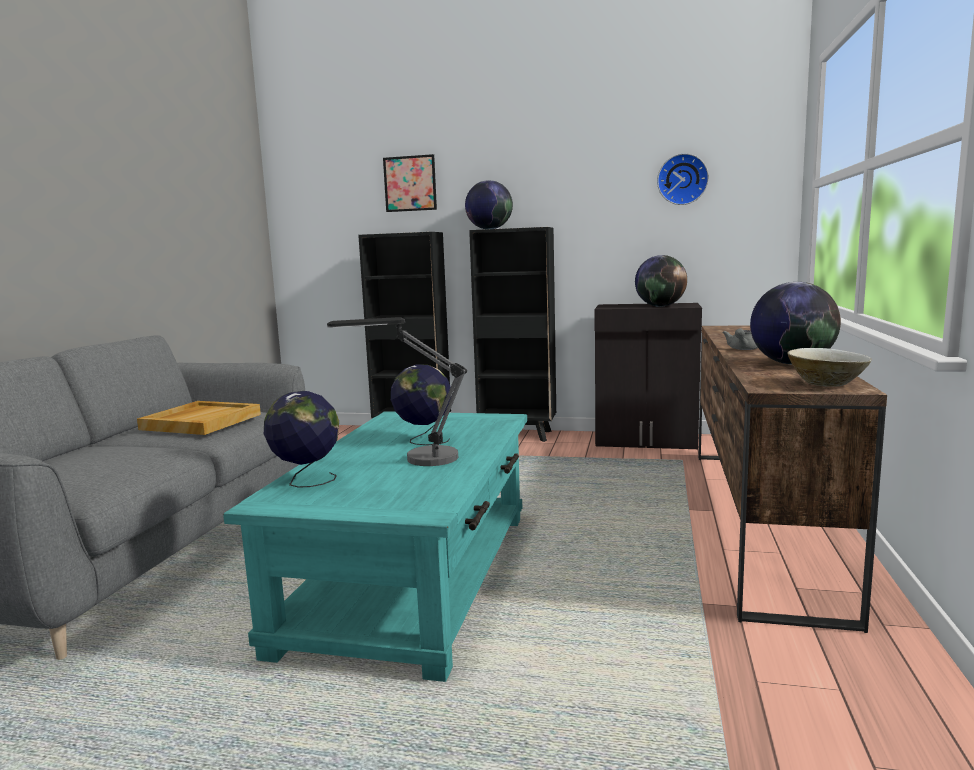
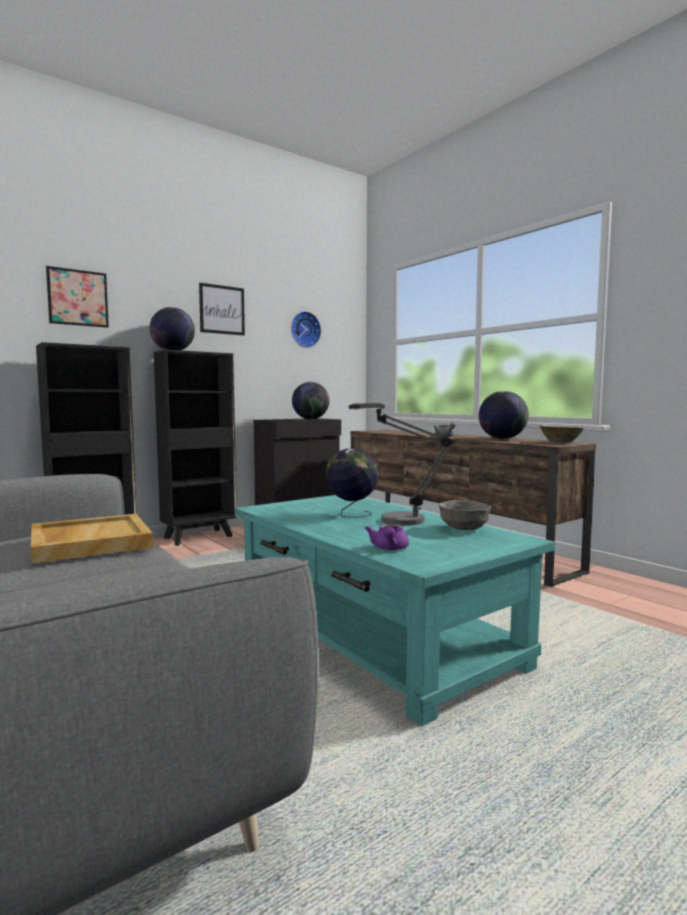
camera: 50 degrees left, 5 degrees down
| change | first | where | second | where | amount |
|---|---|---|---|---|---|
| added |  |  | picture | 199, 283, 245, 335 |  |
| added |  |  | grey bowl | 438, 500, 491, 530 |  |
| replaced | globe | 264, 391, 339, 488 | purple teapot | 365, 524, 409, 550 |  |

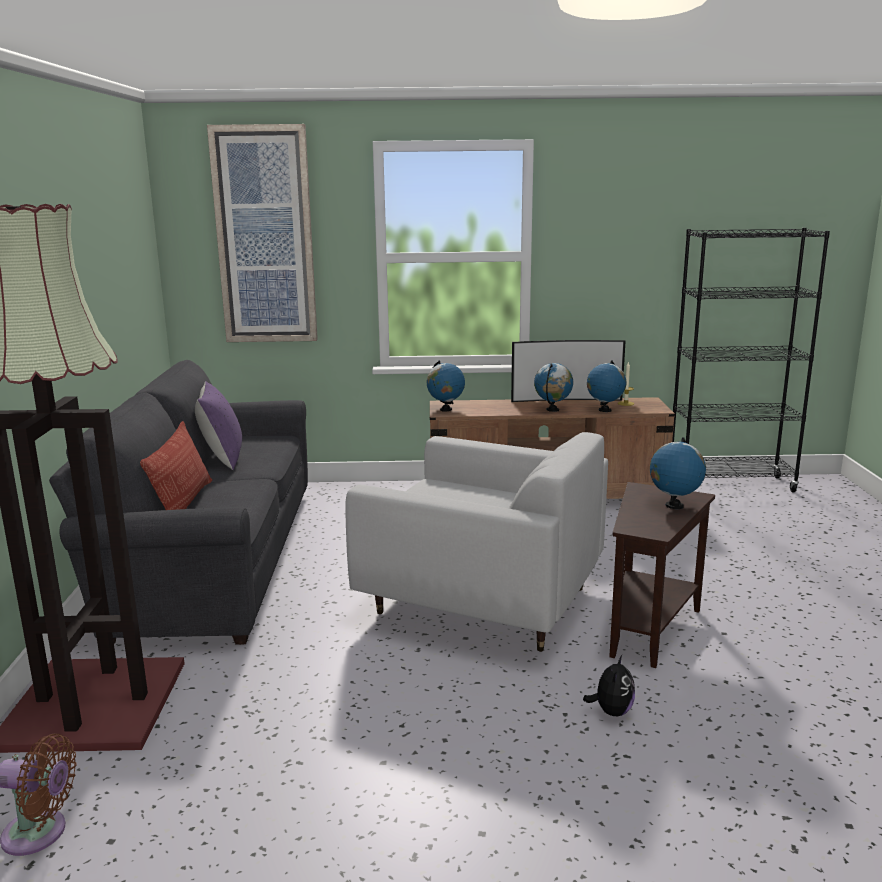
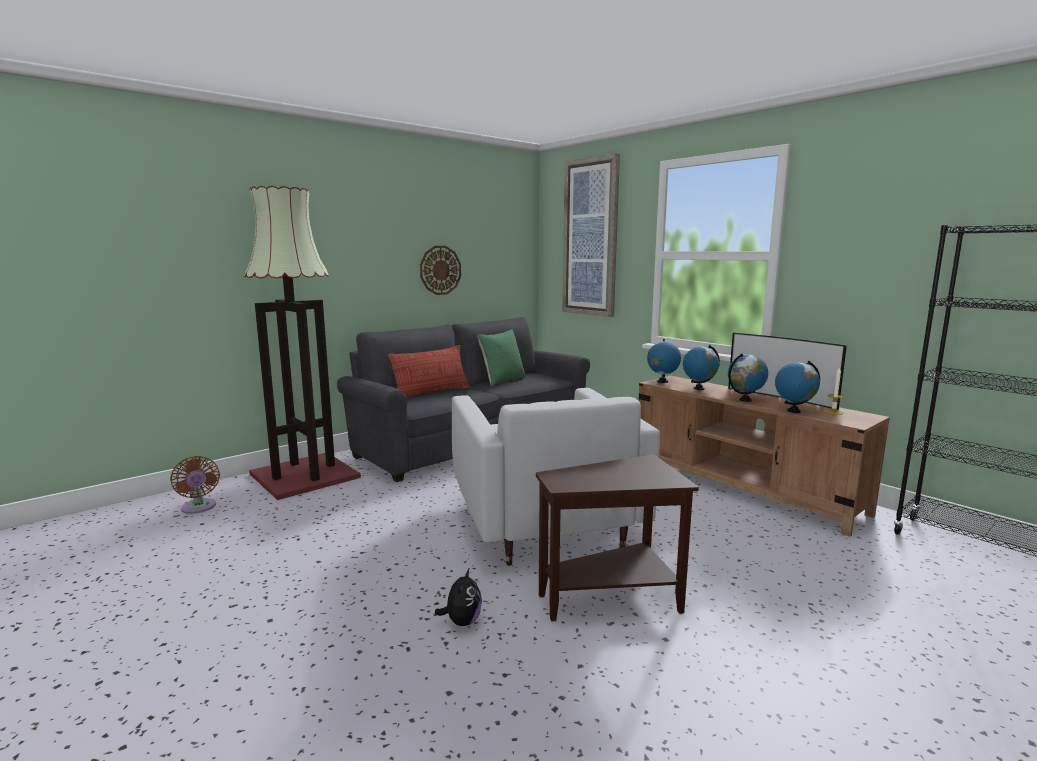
camera: 50 degrees right, 5 degrees down
| change | first | where | second | where | amount |
|---|---|---|---|---|---|
| added |  |  | wall clock | 420, 246, 461, 295 |  |
| moved | globe | 650, 437, 706, 509 |  | 683, 345, 720, 390 |  |
| recoloured | purple pillow | 195, 381, 242, 470 | green pillow | 477, 329, 526, 386 |  |
| turned | plush toy | 583, 655, 635, 716 |  | 435, 567, 482, 626 | 60 degrees counterclockwise |

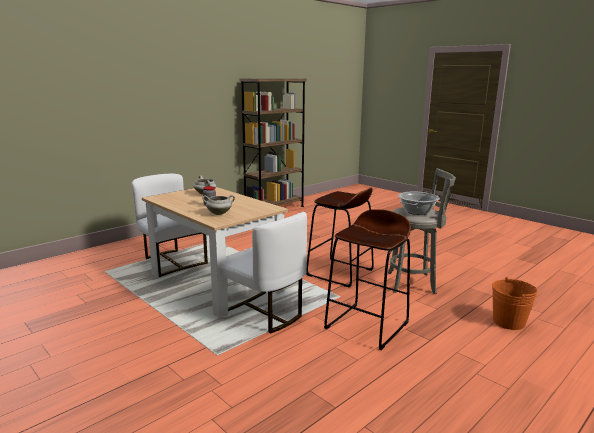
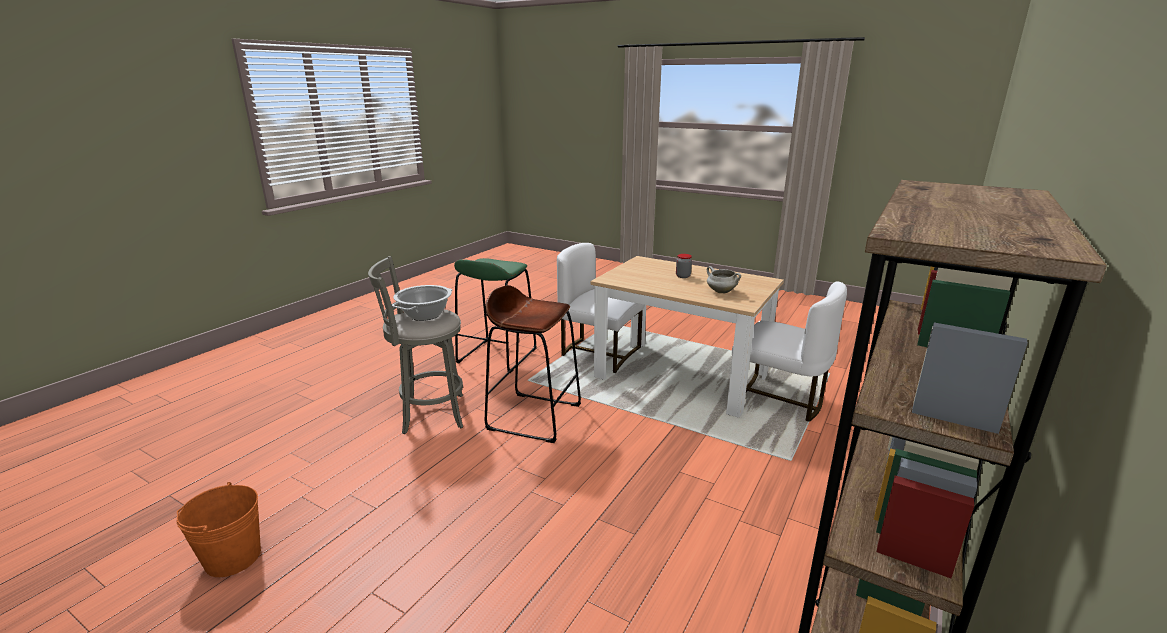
camera: 165 degrees right, 5 degrees up
| change | first | where | second | where | amount |
|---|---|---|---|---|---|
| removed | white cooking pot | 202, 195, 235, 215 |  |  |  |
| moved | orange bucket | 492, 277, 537, 330 |  | 177, 482, 261, 577 |  |
| recoloured | brown stool | 324, 209, 411, 350 | green stool | 454, 258, 537, 373 |  |

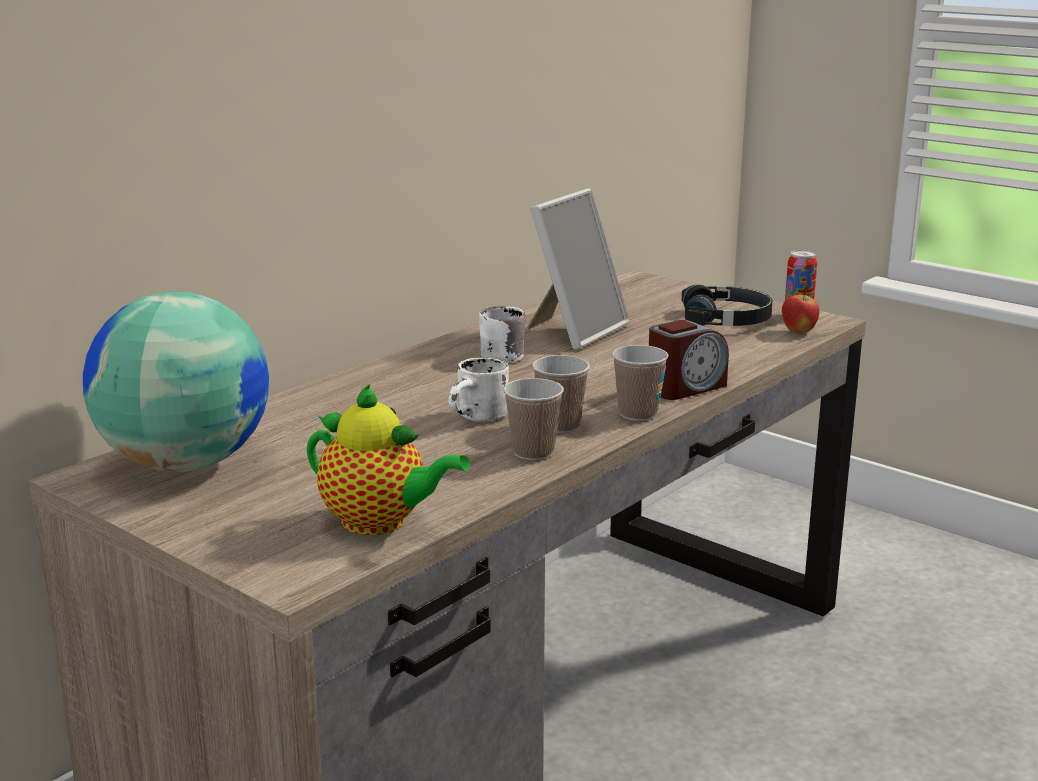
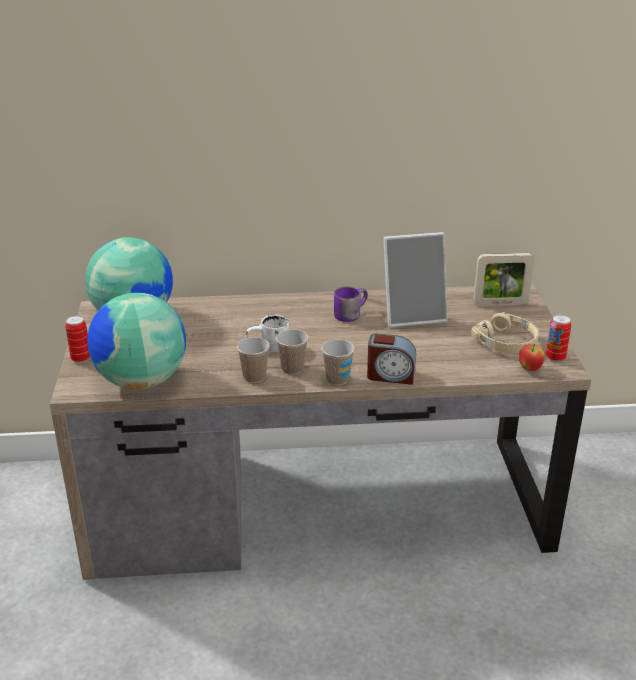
camera: 45 degrees right, 10 degrees up
| change | first | where | second | where | amount |
|---|---|---|---|---|---|
| added |  |  | can | 65, 315, 90, 363 |  |
| added |  |  | picture frame | 473, 253, 534, 306 |  |
| replaced | teapot | 307, 384, 470, 535 | globe | 87, 293, 186, 390 |  |
| recoloured | white mug | 479, 306, 525, 363 | purple mug | 334, 286, 368, 322 |  |
| recoloured | black headphones | 682, 285, 772, 326 | beige headphones | 471, 312, 539, 353 |  |

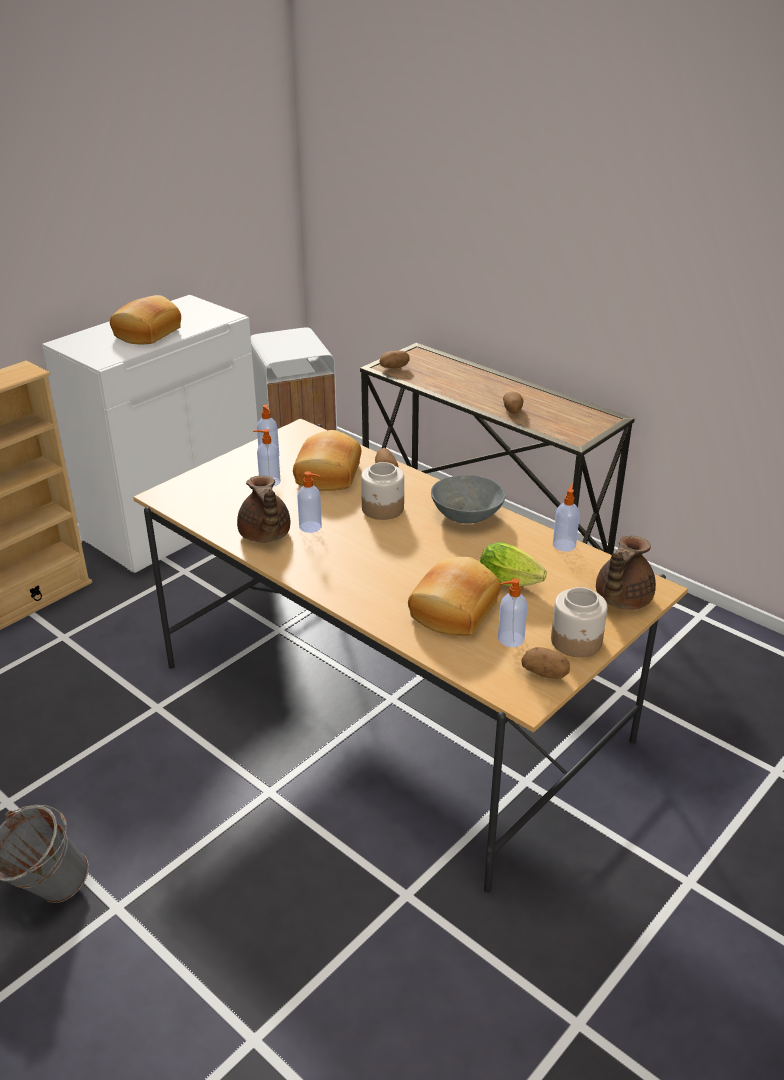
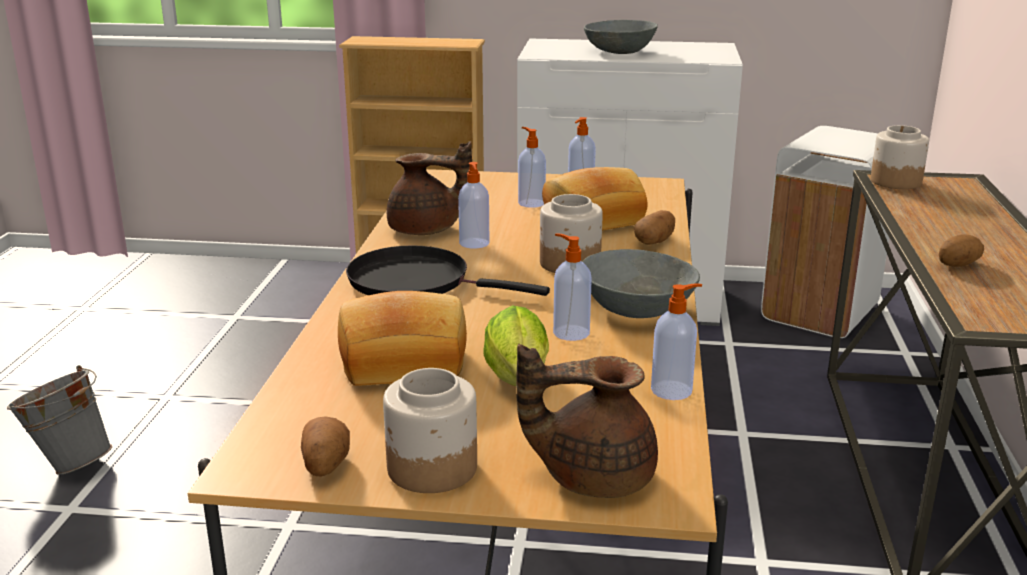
camera: 55 degrees right, 10 degrees down
| change | first | where | second | where | amount |
|---|---|---|---|---|---|
| added |  |  | black frying pan | 346, 246, 550, 296 |  |
| moved | soap dispenser | 498, 578, 528, 647 |  | 553, 233, 592, 341 |  |
| replaced | bread | 110, 295, 181, 344 | grey bowl | 584, 20, 658, 54 |  |
| replaced | potato | 380, 351, 410, 368 | jar | 871, 125, 929, 189 |  |
| turned | brown teapot | 237, 475, 290, 542 |  | 387, 141, 472, 235 | 120 degrees counterclockwise |

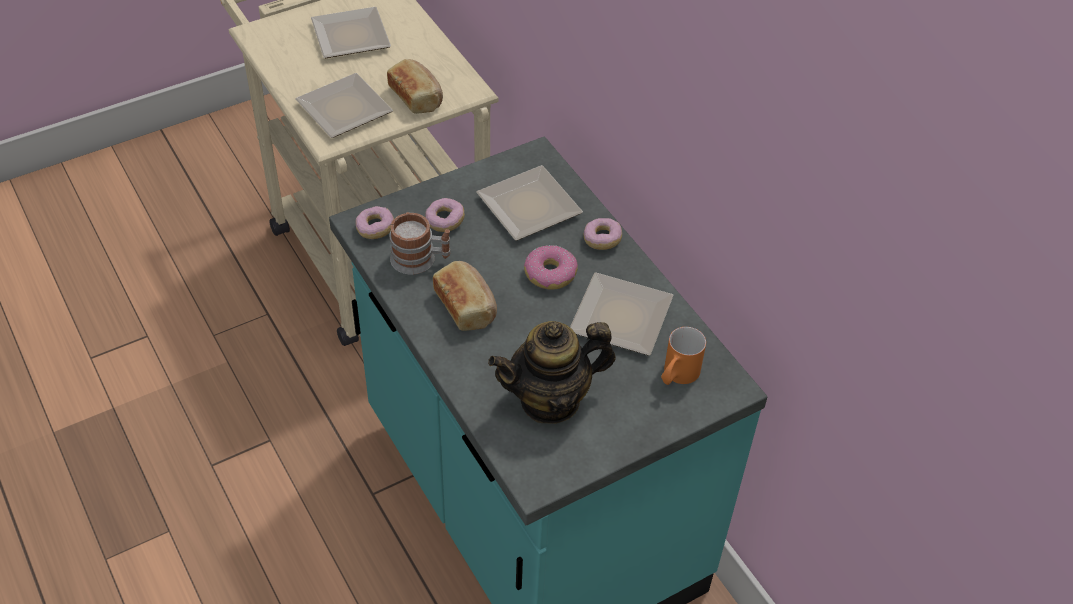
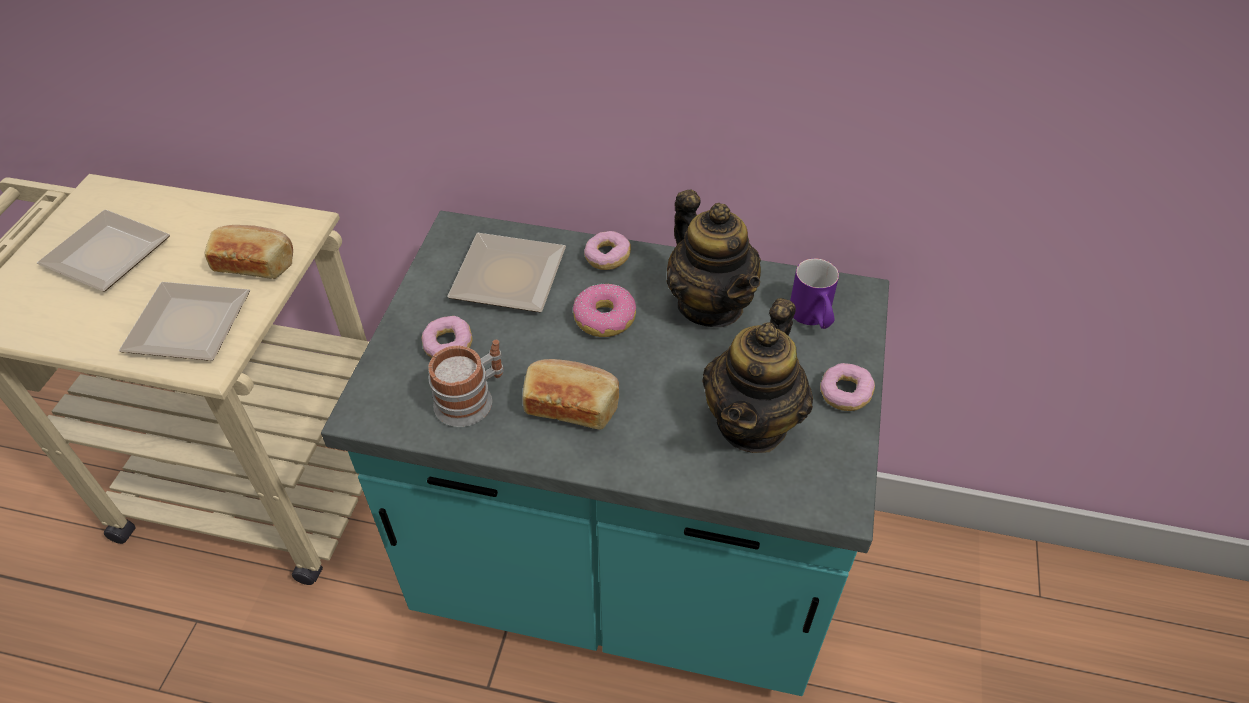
camera: 45 degrees left, 0 degrees up
| change | first | where | second | where | amount |
|---|---|---|---|---|---|
| moved | donut | 356, 206, 394, 239 |  | 820, 363, 875, 411 |  |
| replaced | plate | 570, 272, 674, 355 | teapot | 666, 190, 761, 327 |  |
| recoloured | orange mug | 661, 327, 706, 385 | purple mug | 790, 258, 839, 329 |  |

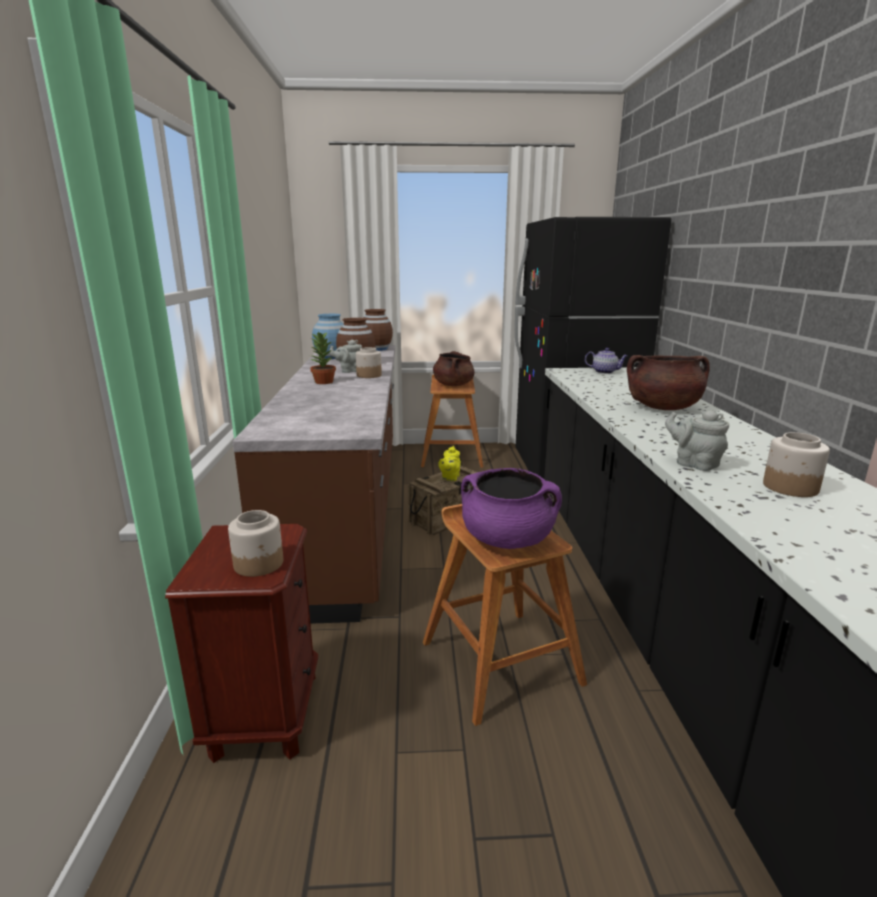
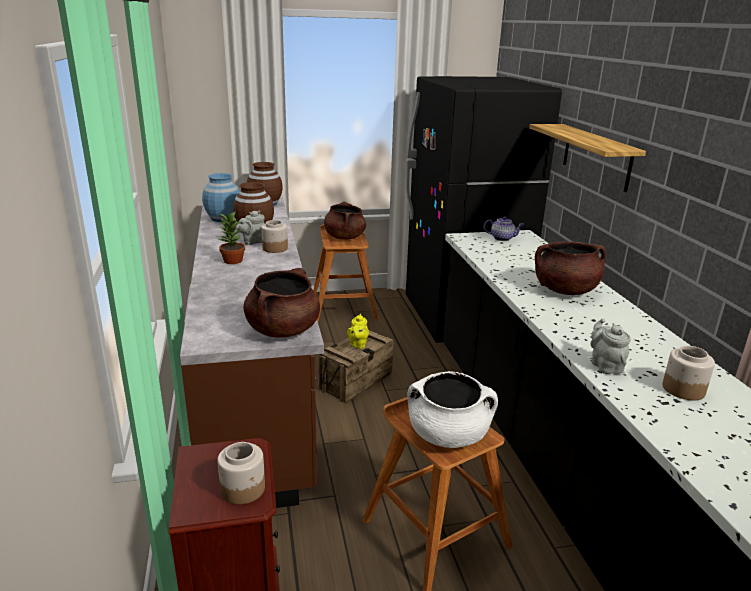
camera: 10 degrees left, 5 degrees up
| change | first | where | second | where | amount |
|---|---|---|---|---|---|
| added |  |  | brown cooking pot | 243, 268, 320, 338 |  |
| added |  |  | shelf | 529, 124, 646, 192 |  |
| recoloured | purple cooking pot | 461, 468, 562, 549 | white cooking pot | 407, 371, 498, 448 |  |
| turned | grey teapot | 665, 410, 729, 471 |  | 590, 318, 631, 374 | 45 degrees clockwise |

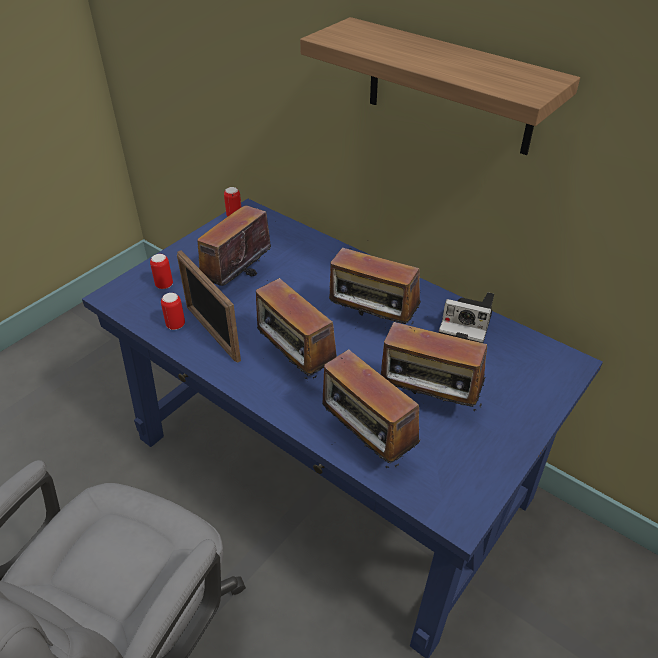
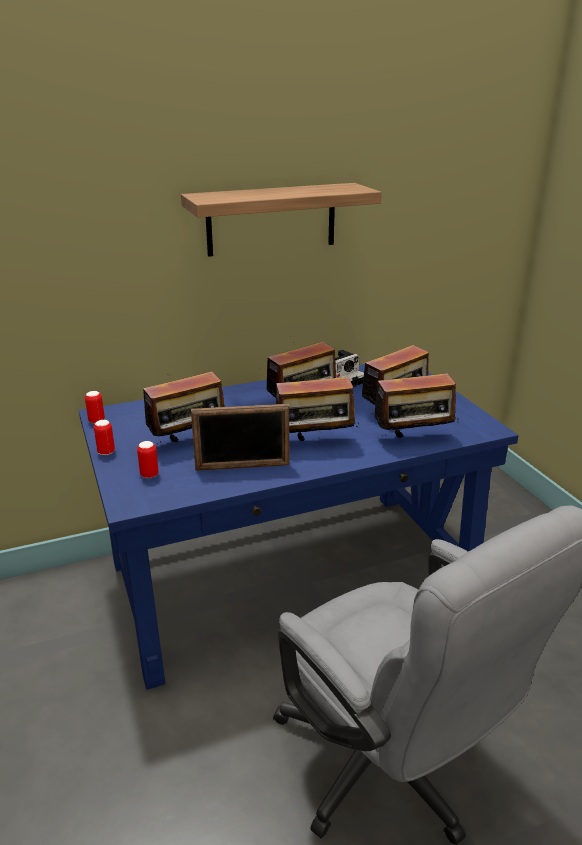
camera: 60 degrees left, 15 degrees down
| change | first | where | second | where | amount |
|---|---|---|---|---|---|
| moved | can | 161, 293, 185, 330 |  | 94, 420, 115, 455 |  |
| turned | radio | 198, 195, 276, 286 |  | 143, 372, 225, 443 | 90 degrees counterclockwise |

